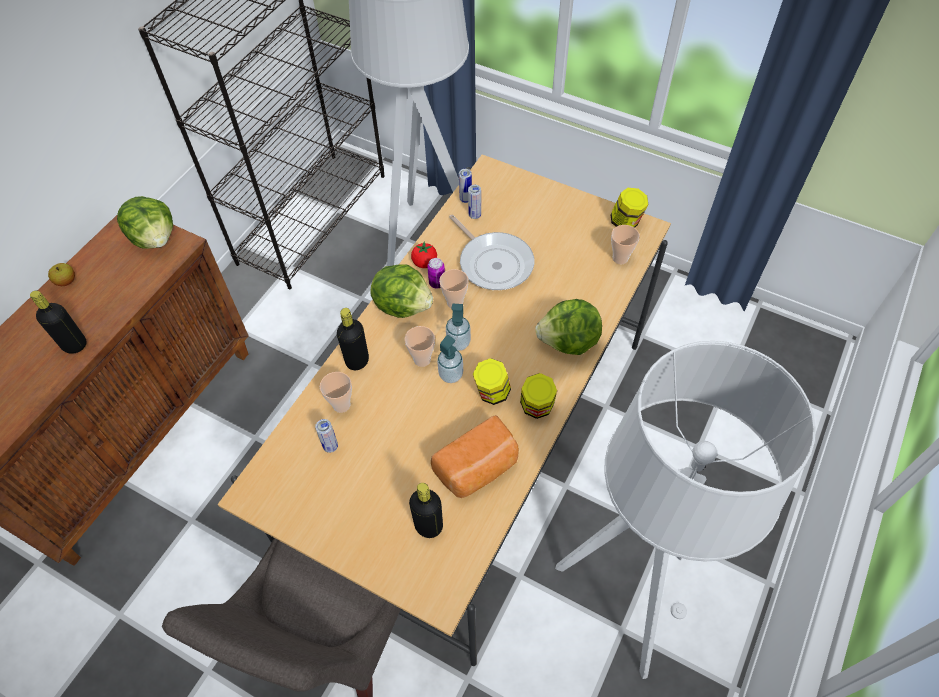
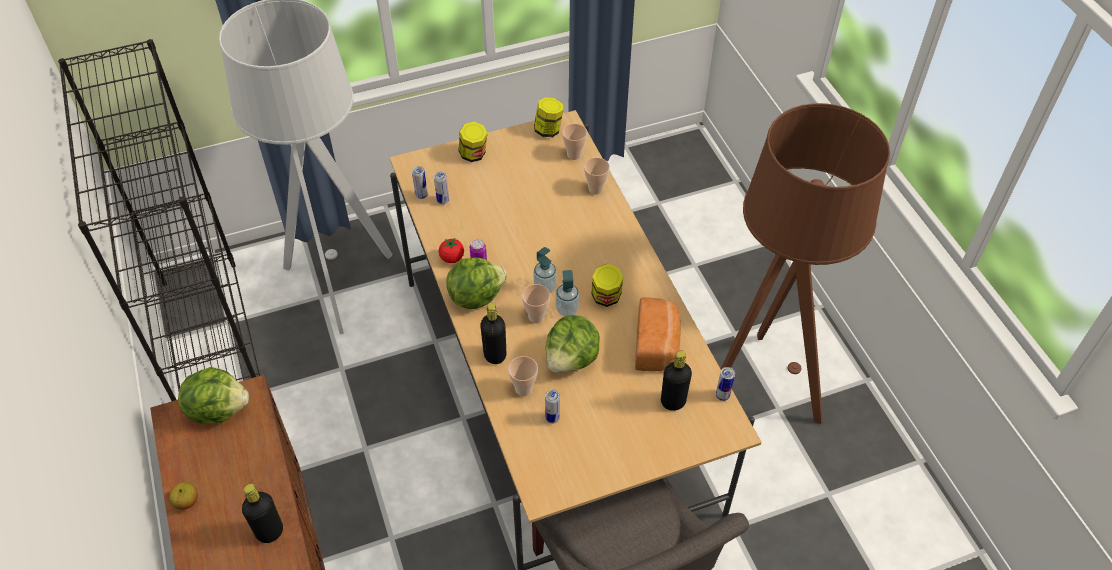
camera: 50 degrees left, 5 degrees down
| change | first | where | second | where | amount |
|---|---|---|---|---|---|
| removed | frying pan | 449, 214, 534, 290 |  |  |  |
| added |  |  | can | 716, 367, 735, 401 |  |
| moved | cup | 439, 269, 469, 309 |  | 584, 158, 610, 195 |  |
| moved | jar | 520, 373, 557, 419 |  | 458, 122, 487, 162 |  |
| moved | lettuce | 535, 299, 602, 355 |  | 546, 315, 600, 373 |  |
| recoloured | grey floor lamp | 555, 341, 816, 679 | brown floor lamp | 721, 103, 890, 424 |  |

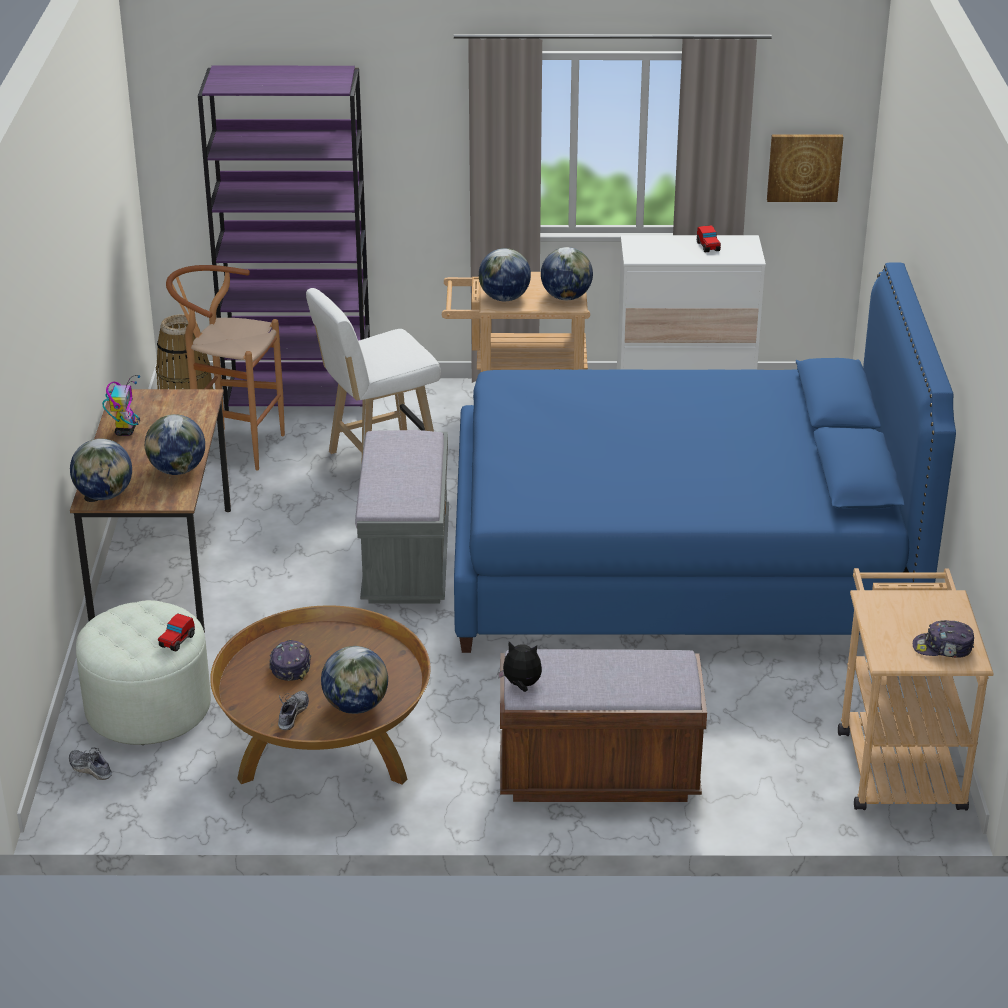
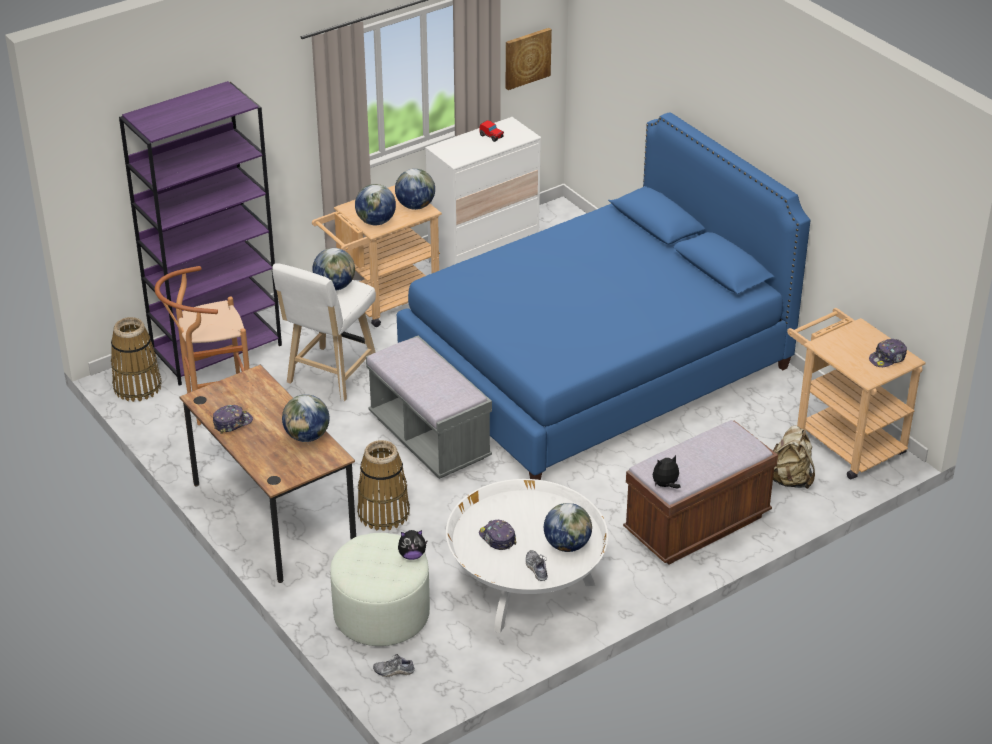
camera: 35 degrees left, 5 degrees up
| change | first | where | second | where | amount |
|---|---|---|---|---|---|
| added |  |  | basket | 357, 440, 410, 531 |  |
| added |  |  | beige backpack | 773, 426, 815, 489 |  |
| moved | globe | 70, 438, 132, 500 |  | 313, 248, 355, 290 |  |
| replaced | toy robot | 102, 375, 141, 436 | cap | 213, 405, 253, 434 |  |
| replaced | toy car | 158, 613, 195, 652 | plush toy | 398, 530, 428, 560 |  |
| recoloured | brown coffee table | 210, 605, 431, 785 | white coffee table | 446, 479, 608, 633 |  |

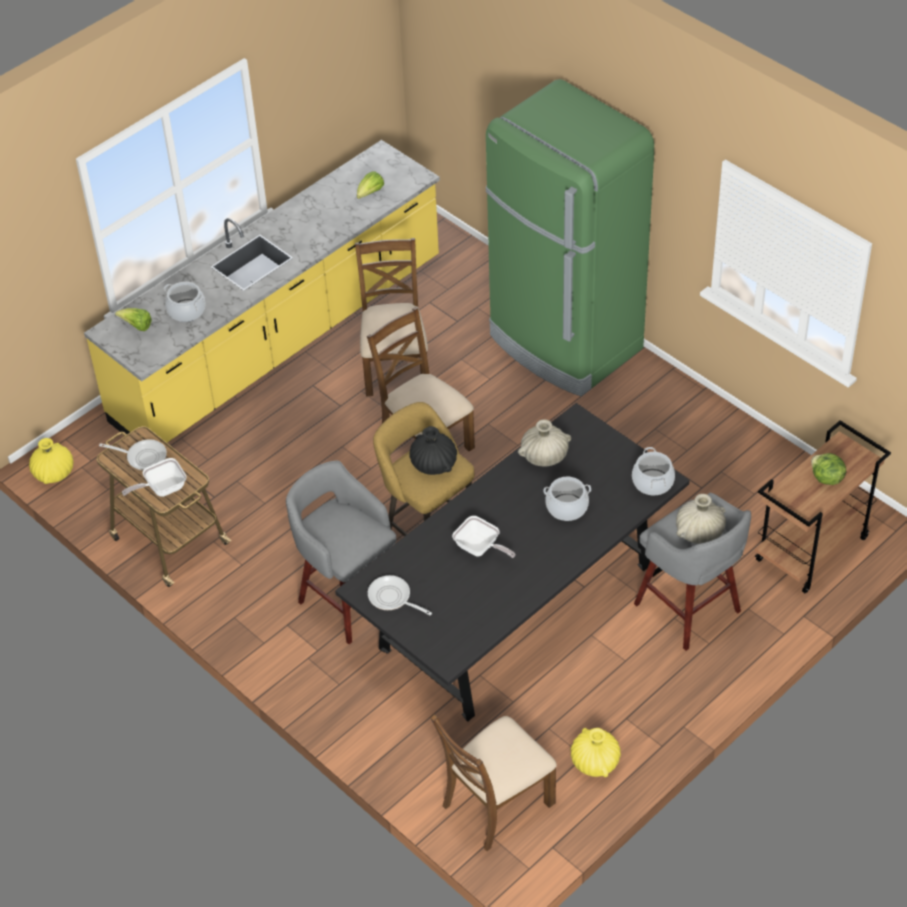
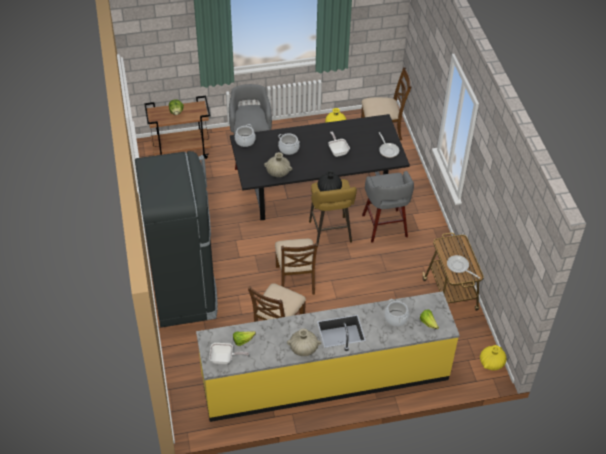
camera: 150 degrees left, 0 degrees up
| change | first | where | second | where | amount |
|---|---|---|---|---|---|
| moved | frying pan | 122, 458, 187, 497 |  | 209, 343, 249, 364 |  |
| moved | beige vase | 676, 494, 726, 544 |  | 287, 328, 321, 356 |  |
| recoloured | green fridge | 486, 79, 654, 396 | black fridge | 135, 151, 218, 327 |  |

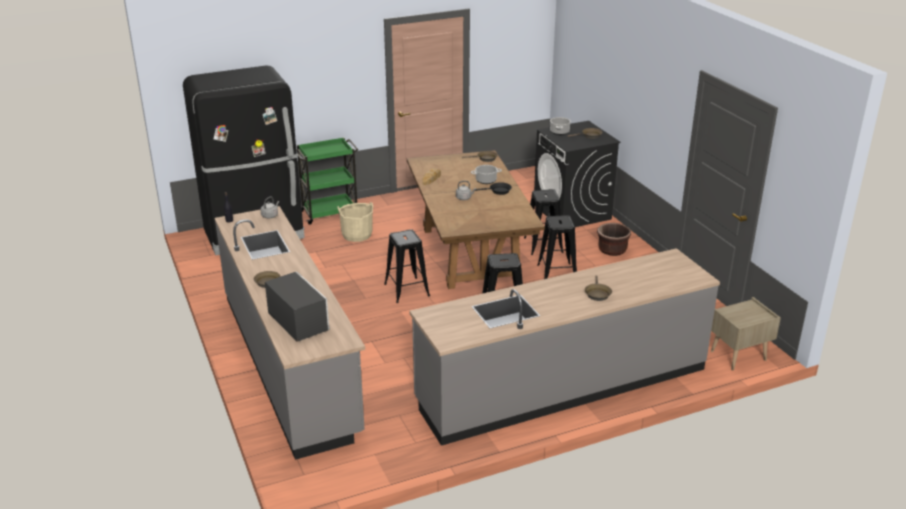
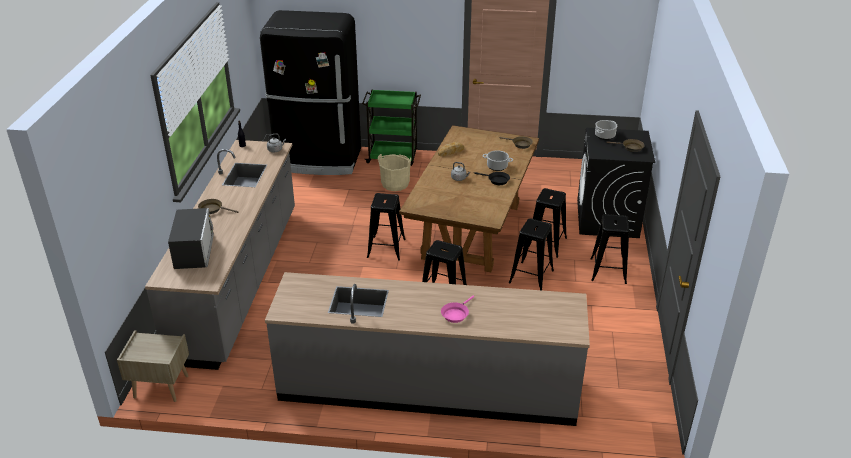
camera: 30 degrees right, 5 degrees up
| change | first | where | second | where | amount |
|---|---|---|---|---|---|
| moved | beige nightstand | 711, 297, 781, 370 |  | 117, 330, 189, 402 |  |
| replaced | brown planter | 597, 223, 631, 256 | black stool | 590, 214, 630, 284 |  |
| recoloured | brown frying pan | 585, 276, 612, 301 | pink frying pan | 441, 295, 474, 323 |  |

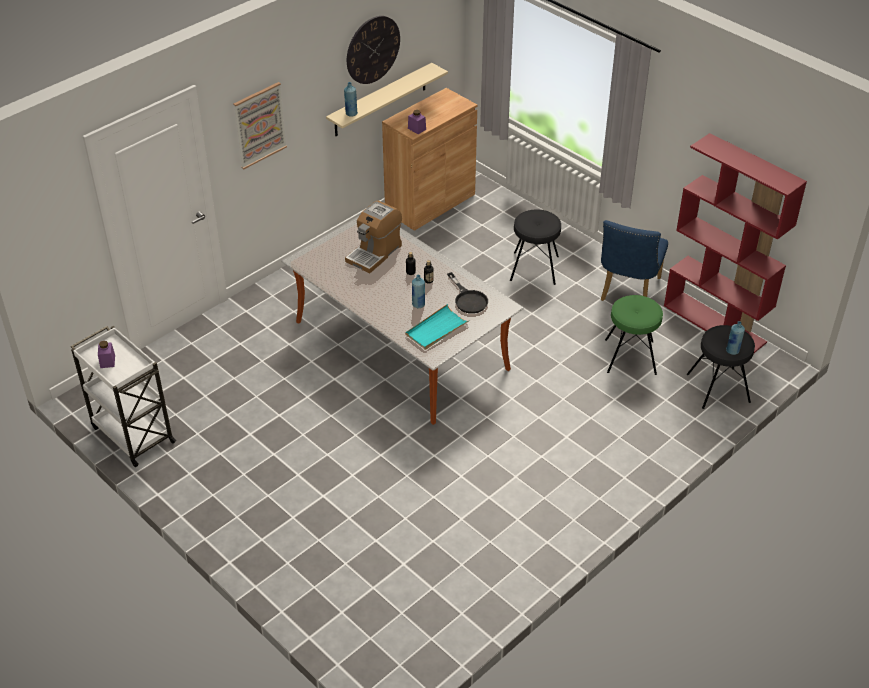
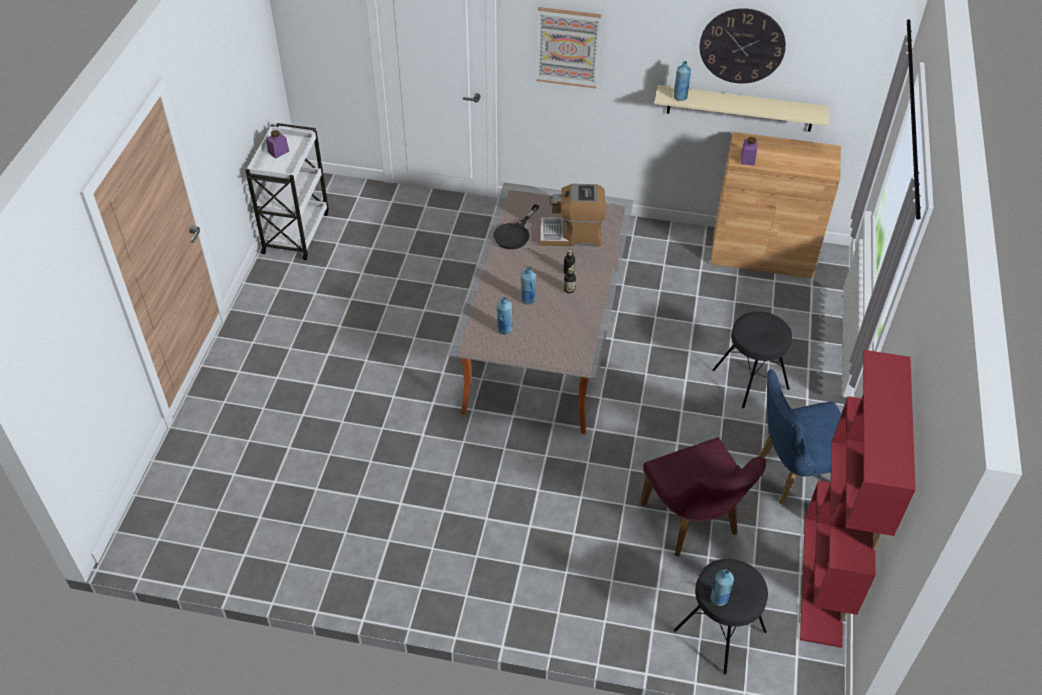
camera: 55 degrees right, 5 degrees up
| change | first | where | second | where | amount |
|---|---|---|---|---|---|
| moved | black frying pan | 447, 272, 488, 314 |  | 493, 204, 539, 249 |  |
| replaced | turquoise tray | 405, 304, 470, 350 | blue bottle | 497, 297, 513, 334 |  |
| replaced | green stool | 605, 295, 663, 375 | purple chair | 641, 437, 766, 557 |  |

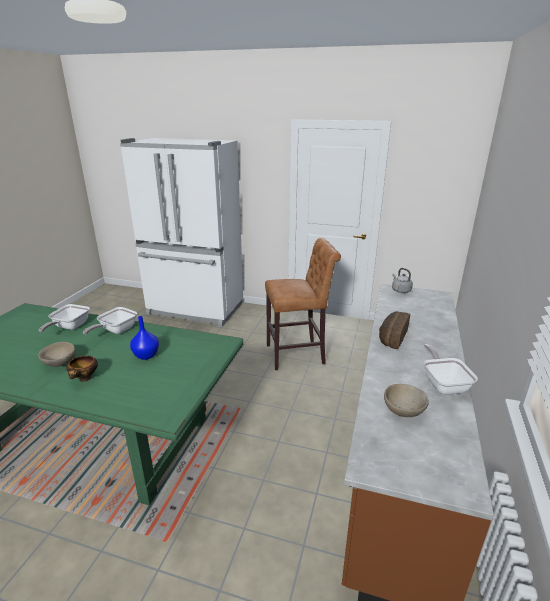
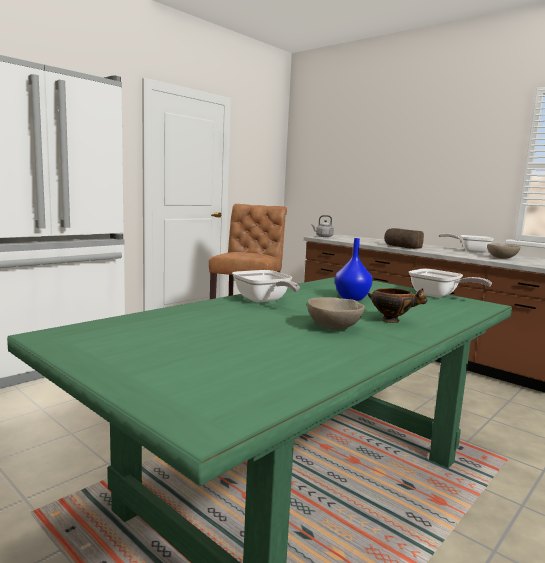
camera: 65 degrees left, 15 degrees down
| change | first | where | second | where | amount |
|---|---|---|---|---|---|
| moved | frying pan | 39, 304, 90, 333 |  | 409, 269, 492, 298 |  |

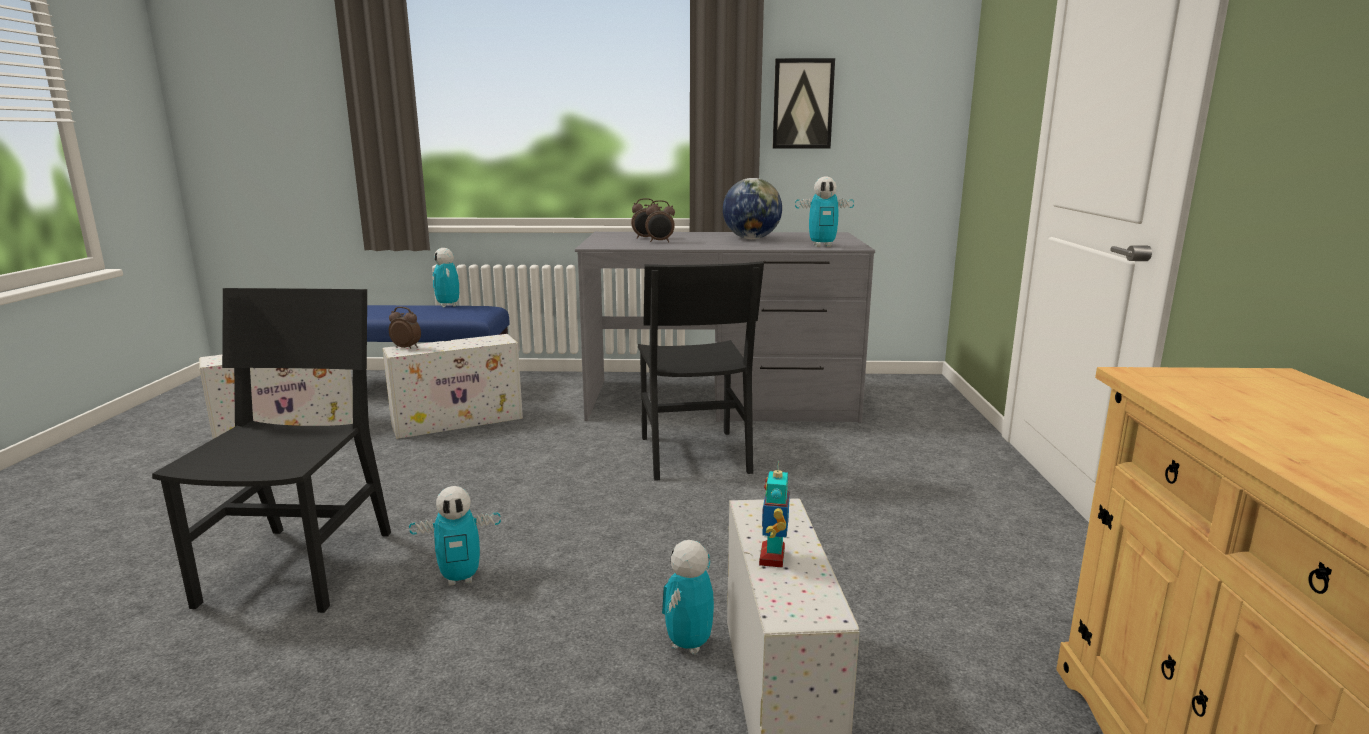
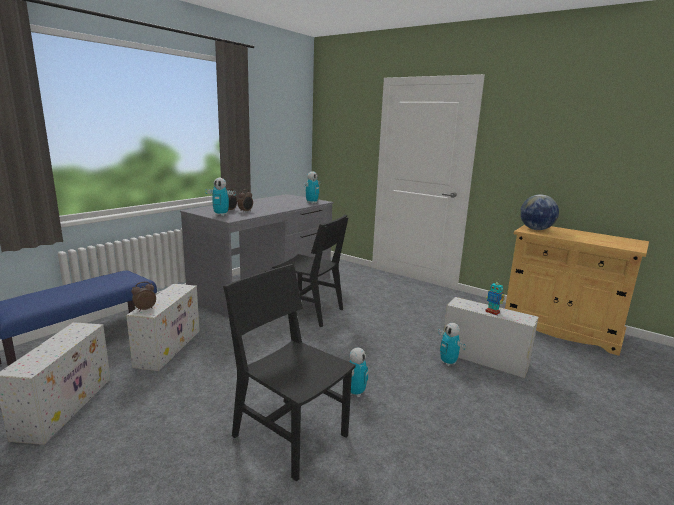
camera: 55 degrees left, 0 degrees up
| change | first | where | second | where | amount |
|---|---|---|---|---|---|
| removed | picture | 773, 58, 835, 148 |  |  |  |
| moved | toy robot | 433, 248, 459, 307 |  | 205, 178, 236, 216 |  |
| moved | globe | 723, 178, 782, 239 |  | 520, 194, 559, 230 |  |

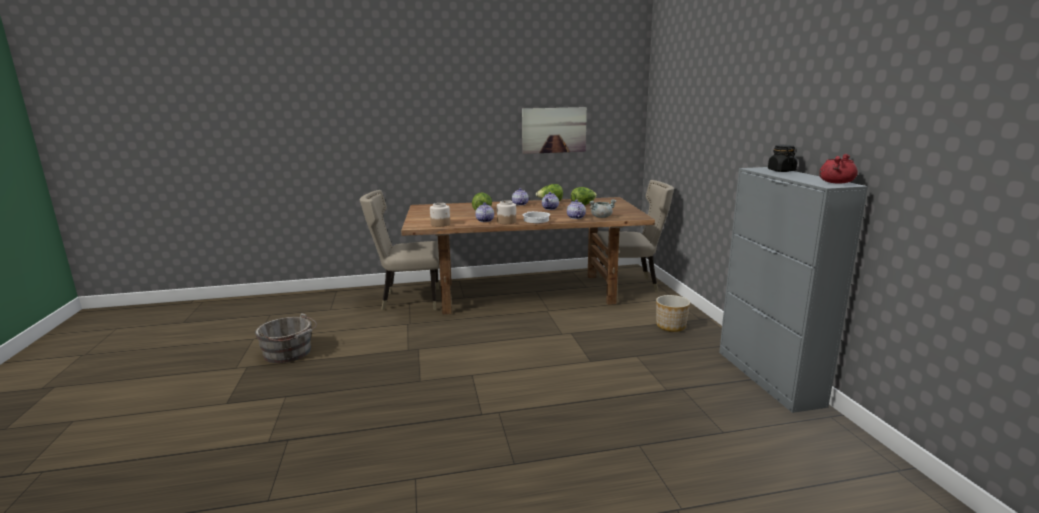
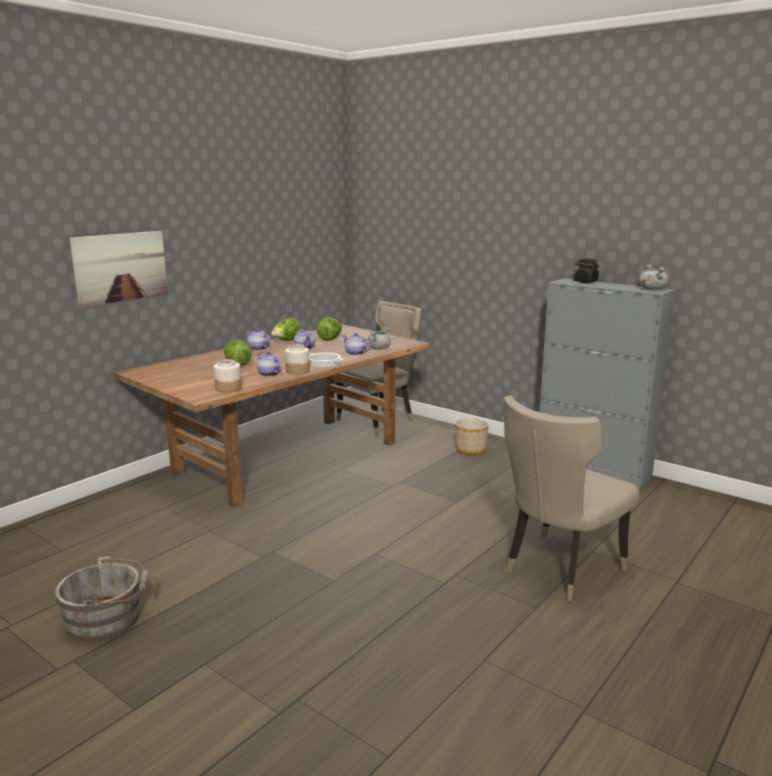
camera: 40 degrees left, 0 degrees up
| change | first | where | second | where | amount |
|---|---|---|---|---|---|
| moved | beige chair | 360, 190, 439, 310 |  | 504, 396, 639, 601 |  |
| moved | picture | 522, 107, 587, 154 |  | 70, 231, 168, 307 |  |
| recoloured | red cooking pot | 819, 154, 858, 183 | grey cooking pot | 639, 264, 669, 289 |  |

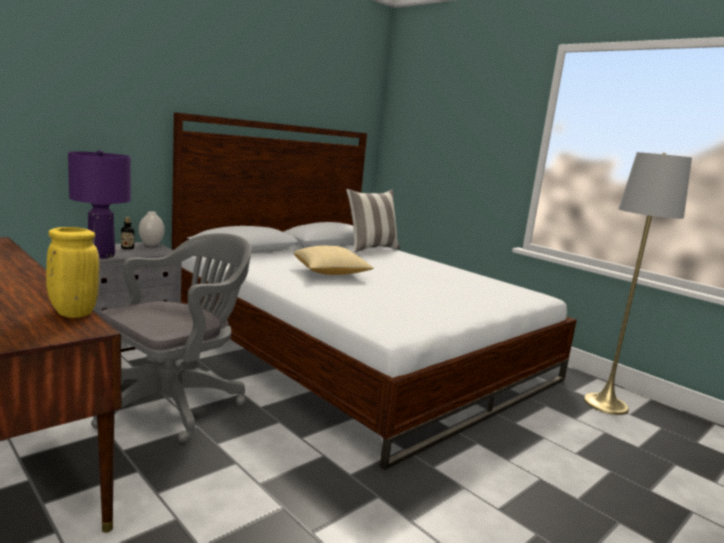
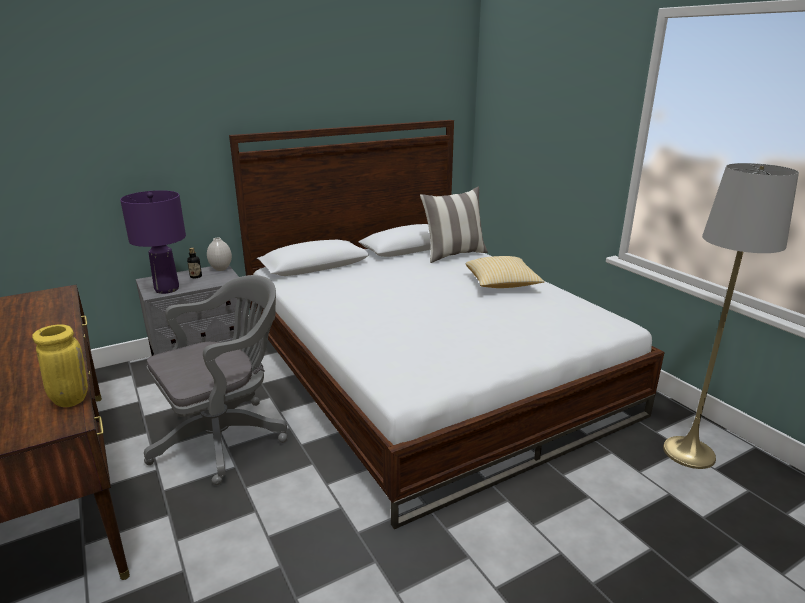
camera: 15 degrees right, 10 degrees up
| change | first | where | second | where | amount |
|---|---|---|---|---|---|
| moved | pillow | 294, 246, 374, 275 |  | 465, 256, 545, 288 |  |

